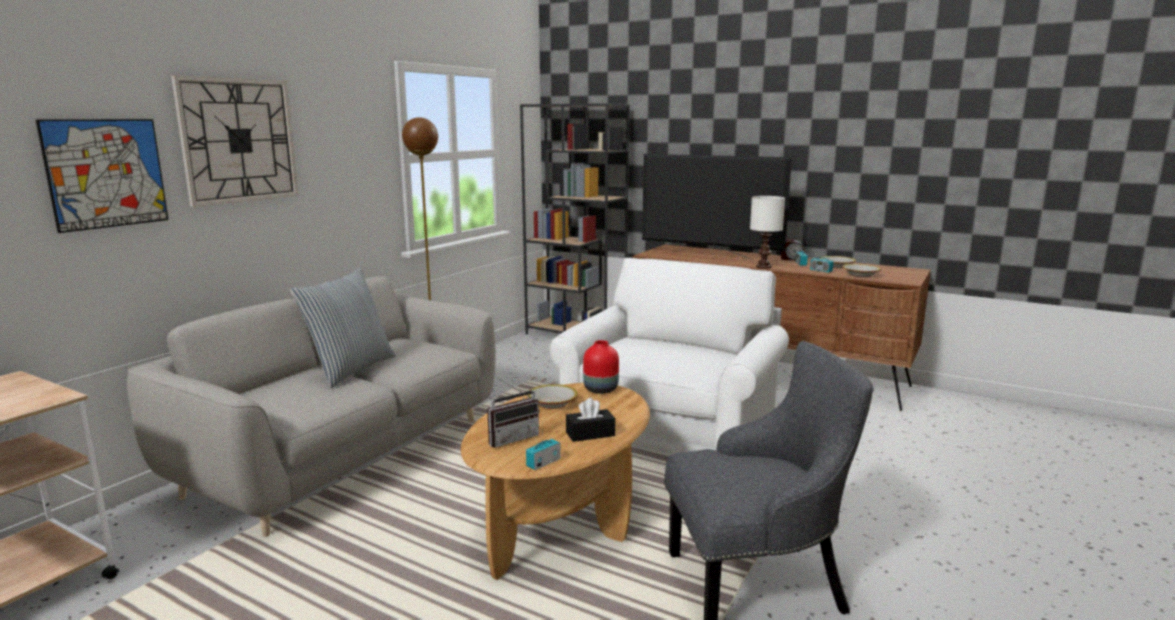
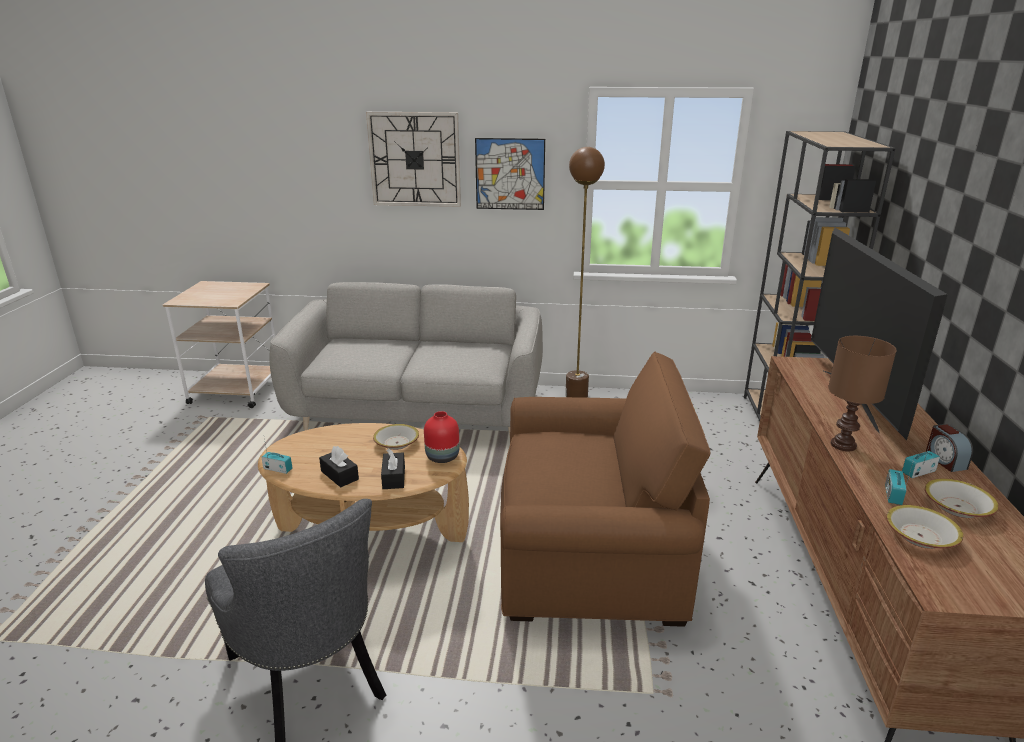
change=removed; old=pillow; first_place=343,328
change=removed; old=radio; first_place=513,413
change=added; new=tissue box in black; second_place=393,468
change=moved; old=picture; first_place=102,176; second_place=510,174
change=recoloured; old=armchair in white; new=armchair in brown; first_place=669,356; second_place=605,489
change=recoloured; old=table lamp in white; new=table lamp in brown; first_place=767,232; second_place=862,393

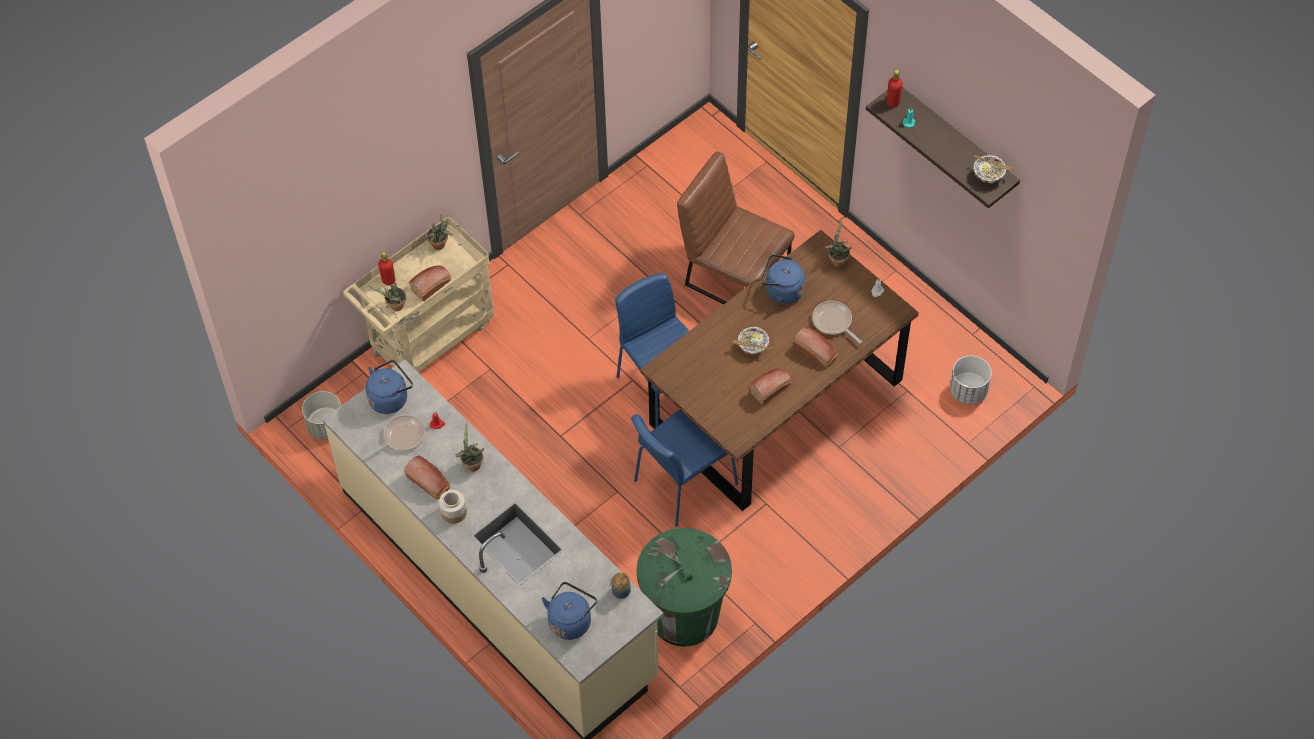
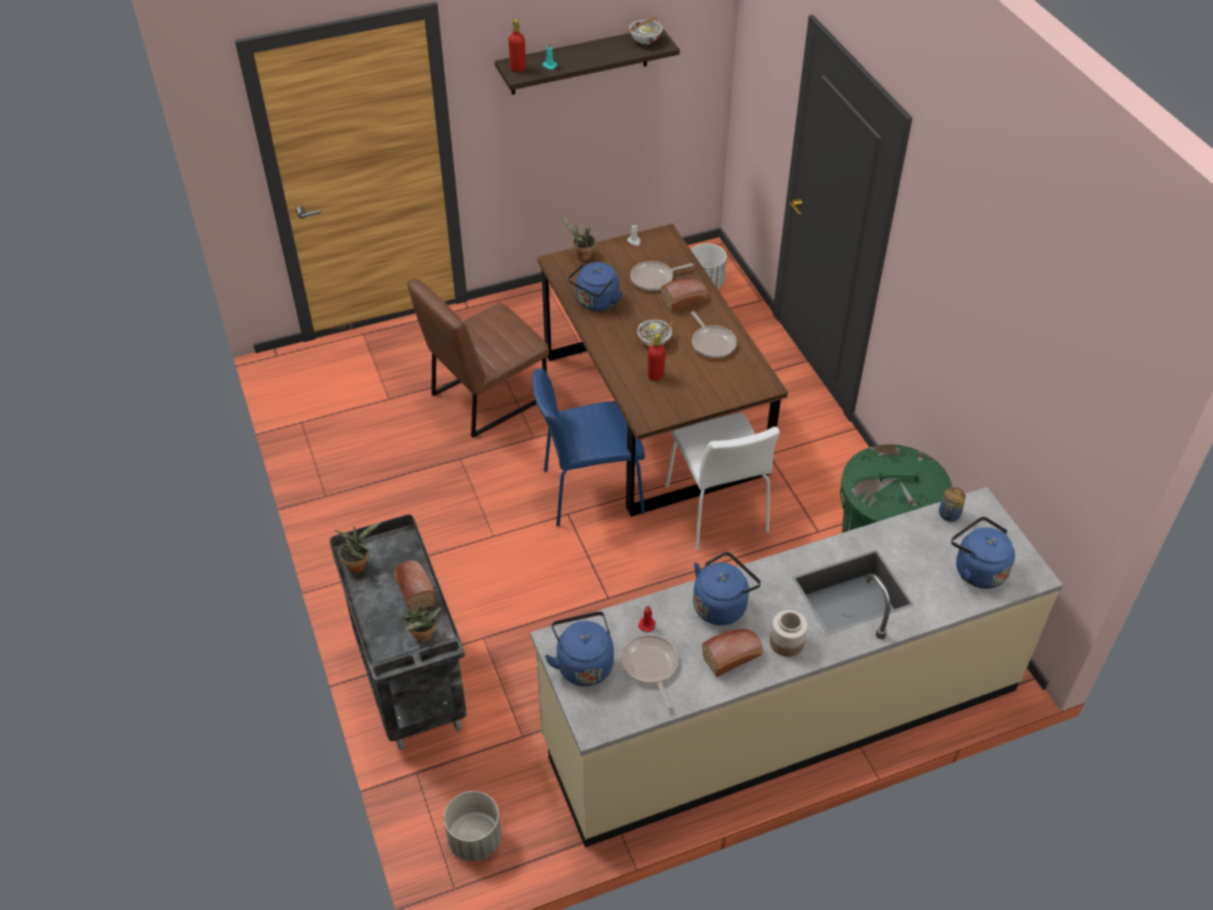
change=moved; old=bottle in red; first_place=386,268; second_place=657,357
change=replaced; old=potted plant; new=kettle in blue; first_place=469,447; second_place=727,588
change=replaced; old=bread; new=frying pan; first_place=770,386; second_place=714,334
change=recoloured; old=cart in beige; new=cart in black; first_place=418,294; second_place=398,632
change=recoloured; old=chair in blue; new=chair in white; first_place=684,468; second_place=723,481

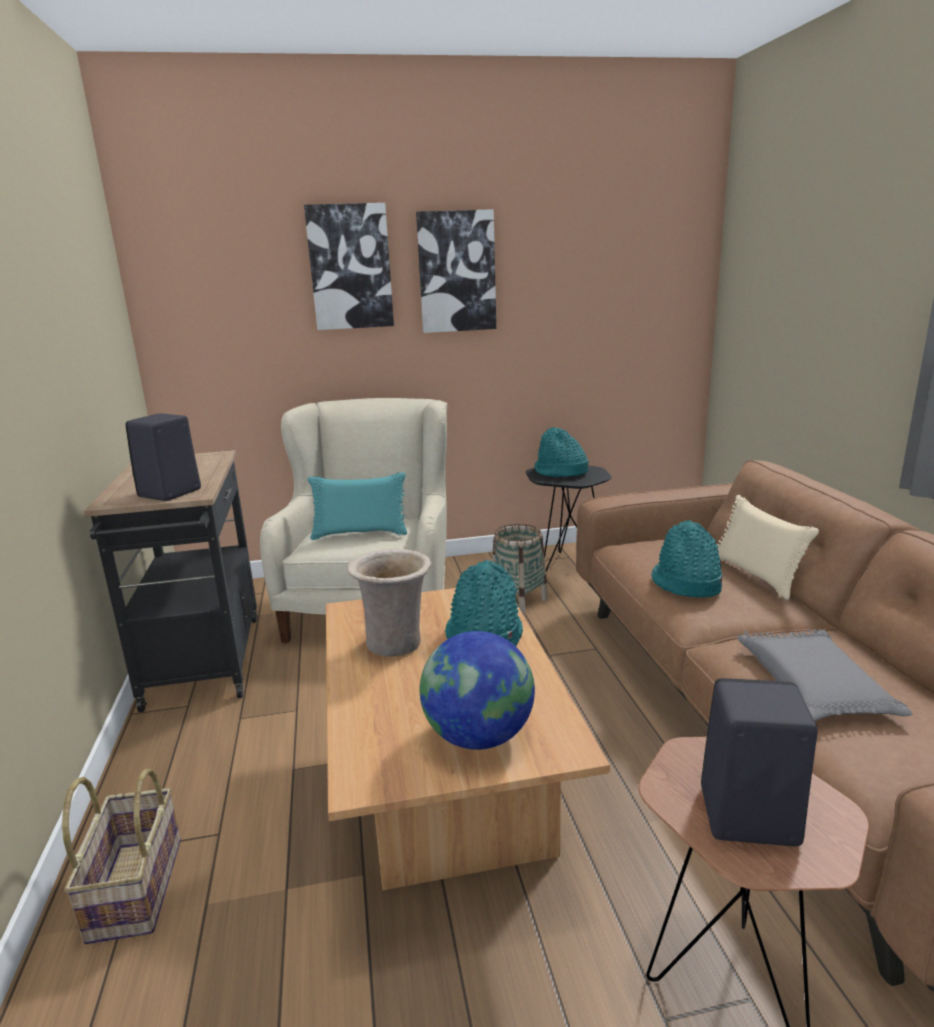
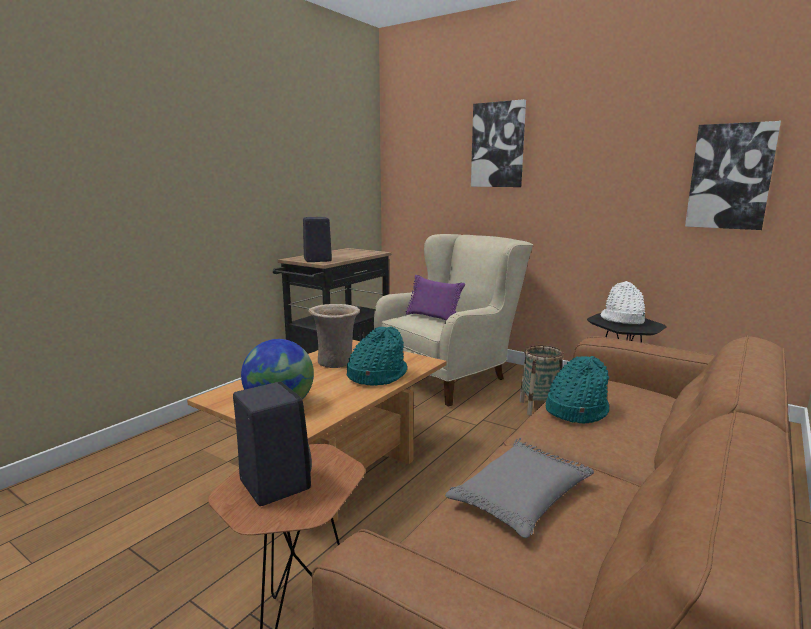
change=removed; old=basket; first_place=121,856
change=removed; old=pillow in beige; first_place=768,547
change=moved; old=picture; first_place=456,271; second_place=733,175
change=recoloured; old=pillow in turquoise; new=pillow in purple; first_place=357,506; second_place=435,298
change=recoloured; old=hat in turquoise; new=hat in white; first_place=561,452; second_place=623,302

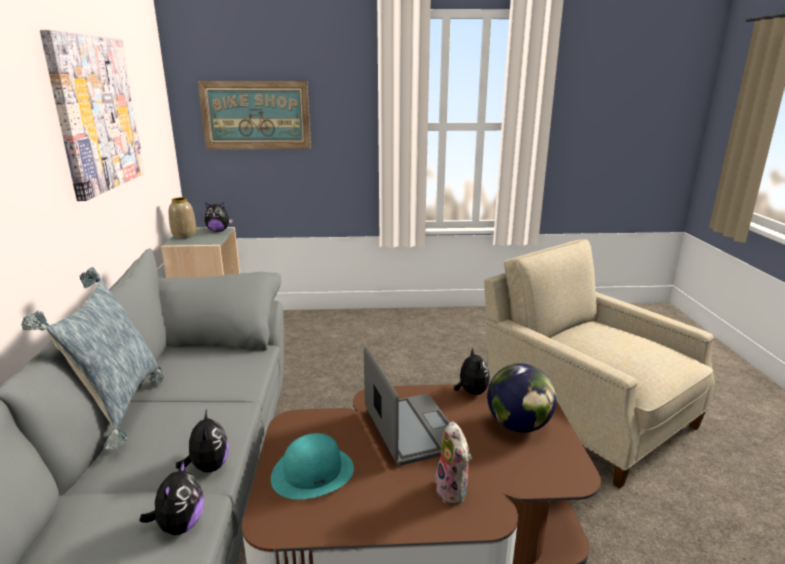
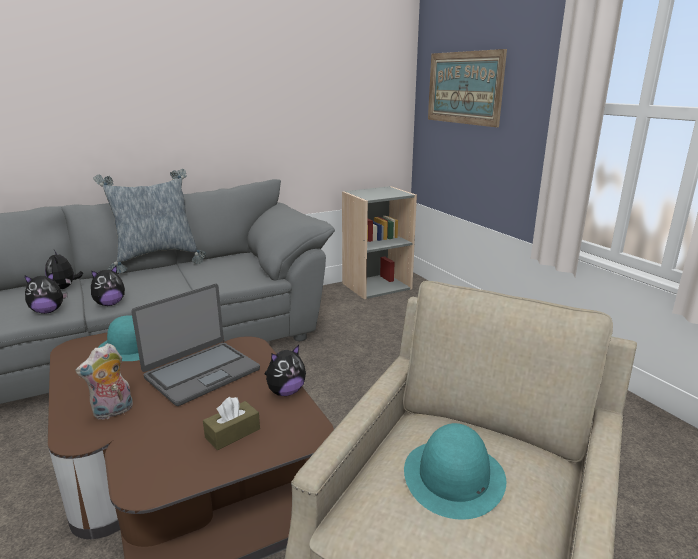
change=removed; old=picture; first_place=92,115
change=removed; old=vase; first_place=182,218
change=added; new=hat in turquoise; second_place=455,471
change=moved; old=plush toy; first_place=219,217; second_place=64,269
change=replaced; old=globe; new=tissue box in brown; first_place=522,398; second_place=231,423

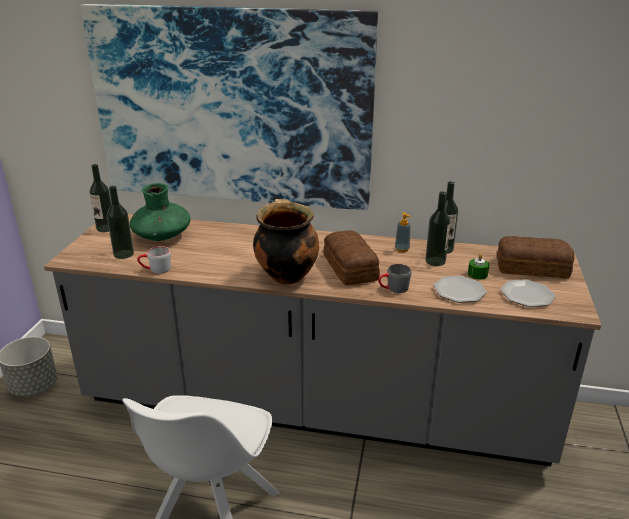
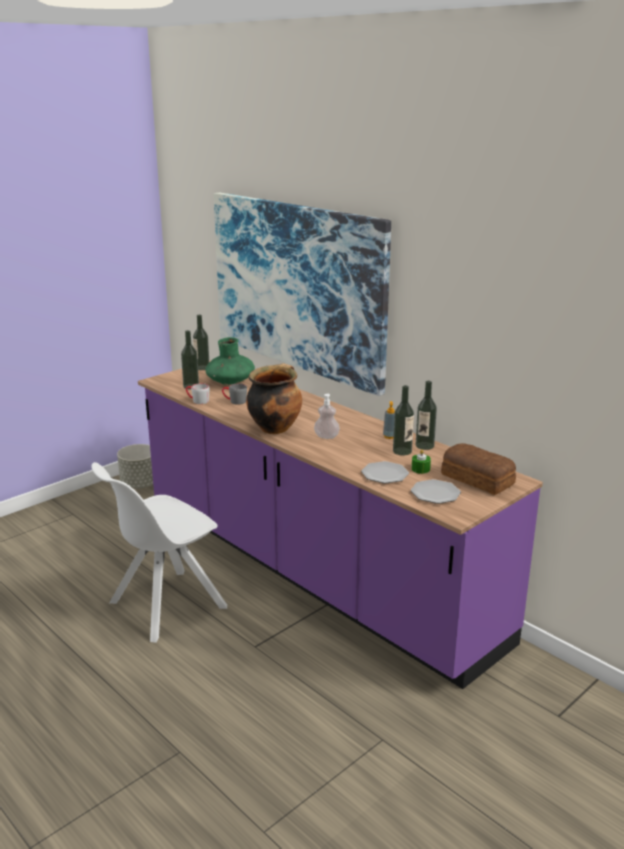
change=moved; old=mug in grey; first_place=394,278; second_place=234,394
change=replaced; old=bread; new=soap dispenser; first_place=351,257; second_place=327,416
change=recoloured; old=counter in grey; new=counter in purple; first_place=322,340; second_place=340,524

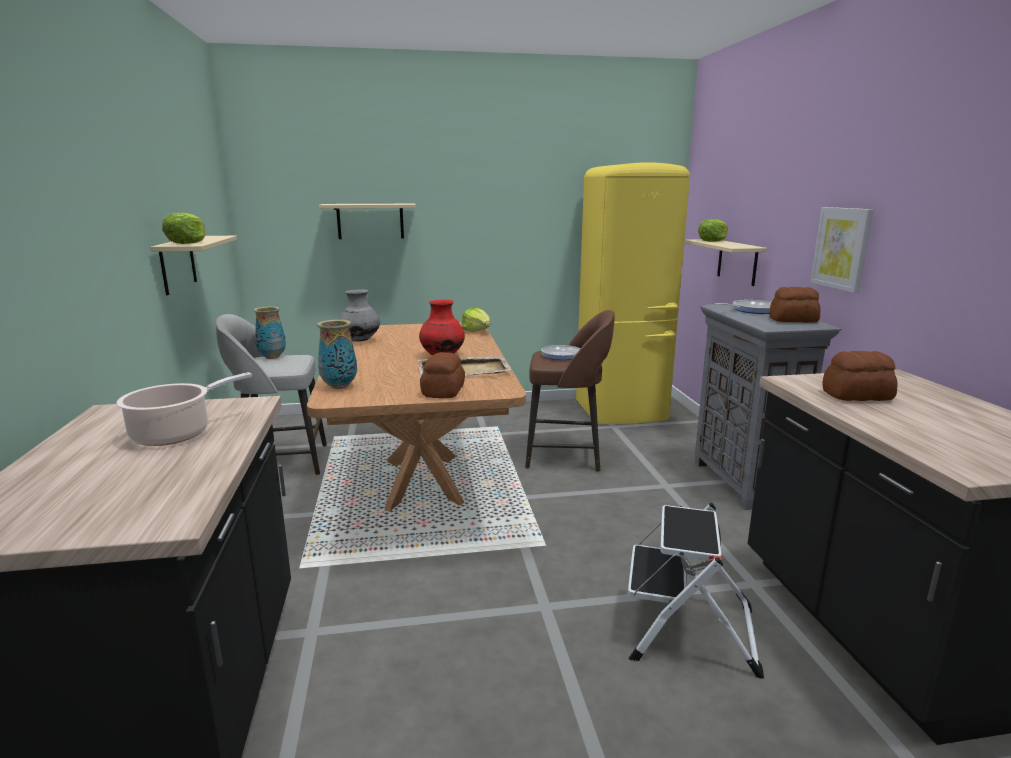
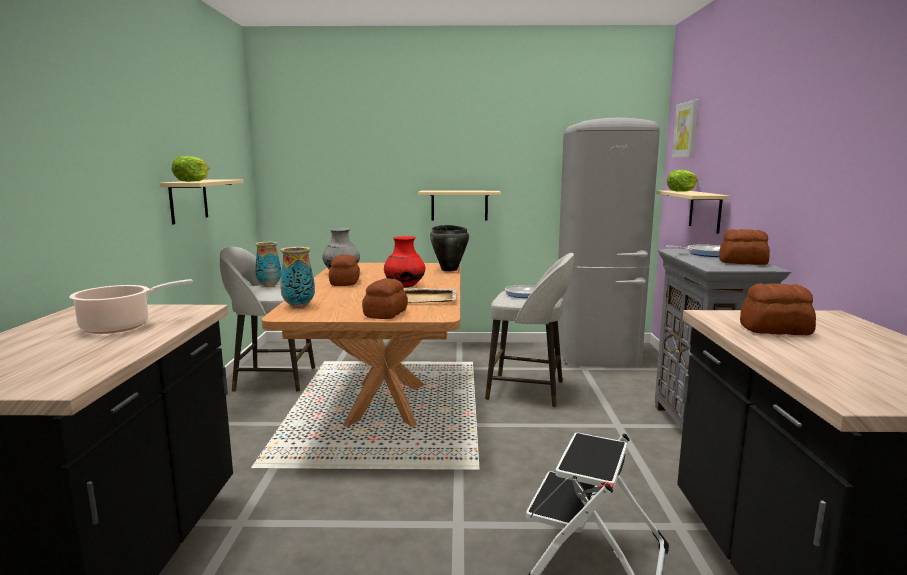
change=added; new=bread; second_place=344,270
change=moved; old=shelf in beige; first_place=367,221; second_place=459,206
change=moved; old=picture; first_place=841,250; second_place=685,129
change=replaced; old=lettuce; new=cooking pot in black; first_place=476,320; second_place=449,248
change=recoloured; old=stool in brown; new=stool in grey; first_place=570,391; second_place=529,330
change=recoloured; old=fridge in yellow; new=fridge in grey; first_place=633,293; second_place=609,242

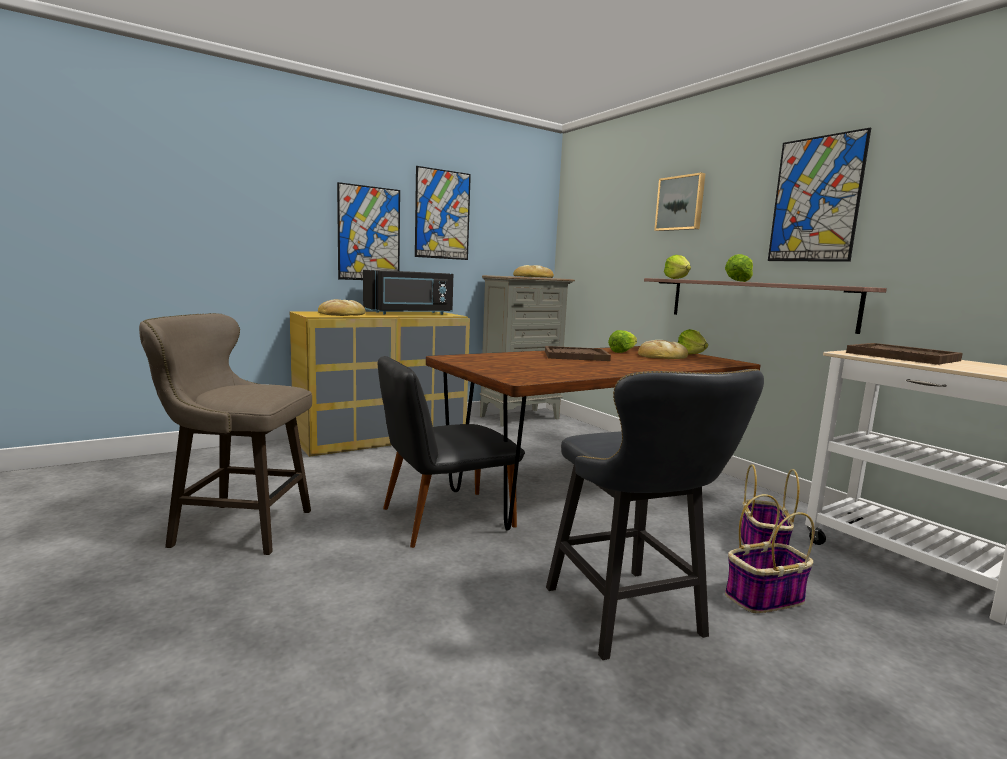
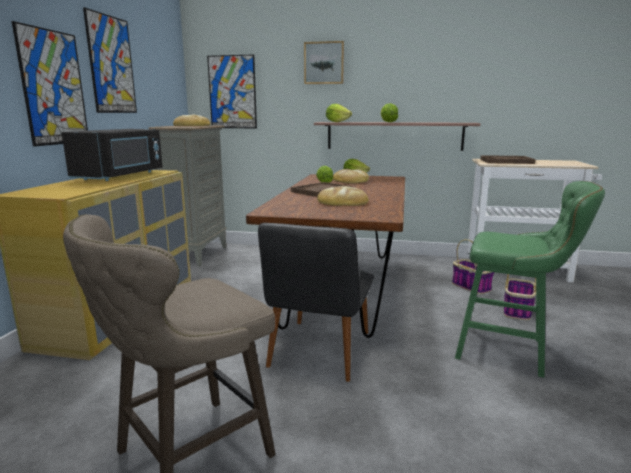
change=moved; old=bread; first_place=341,307; second_place=343,196
change=moved; old=picture; first_place=819,195; second_place=232,91
change=recoloured; old=stool in grey; new=stool in green; first_place=655,514; second_place=530,279

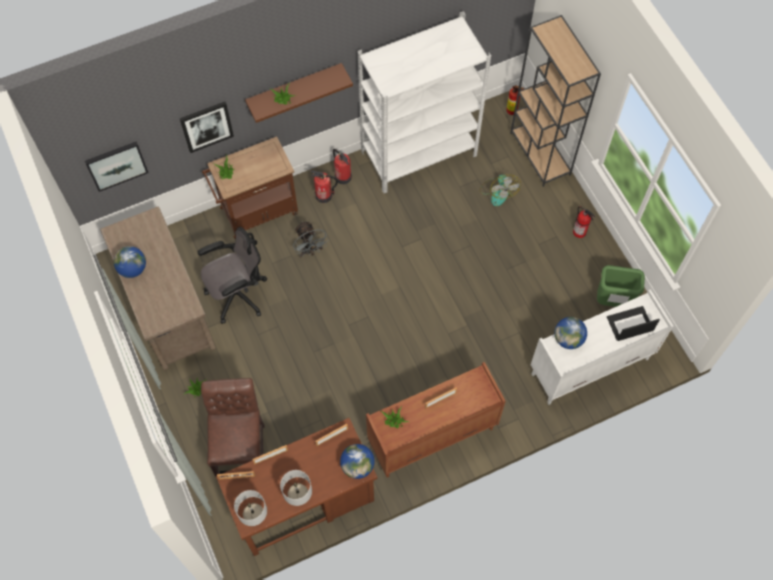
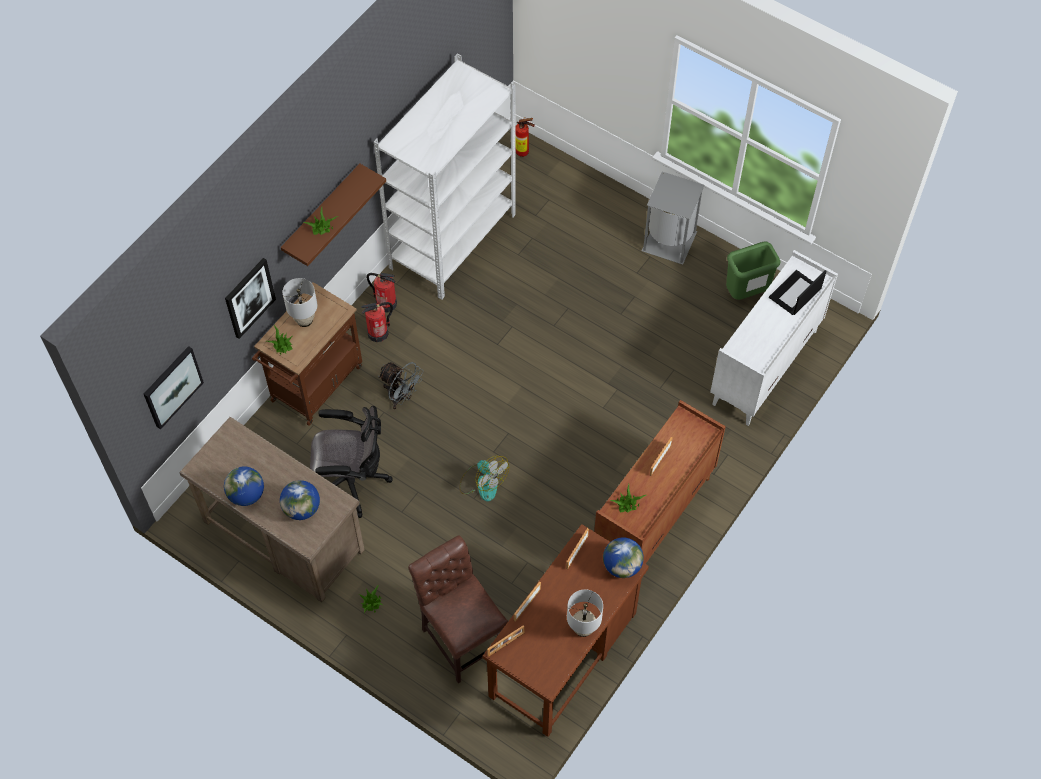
change=removed; old=bookcase; first_place=555,101
change=moved; old=table lamp in white; first_place=250,508; second_place=300,302
change=moved; old=fan; first_place=500,190; second_place=484,479
change=moved; old=globe; first_place=570,333; second_place=300,500
change=replaced; old=fire extinguisher; new=trash can in grey; first_place=584,222; second_place=673,218
change=turned; old=office chair; first_place=232,275; second_place=351,462; degrees=60

